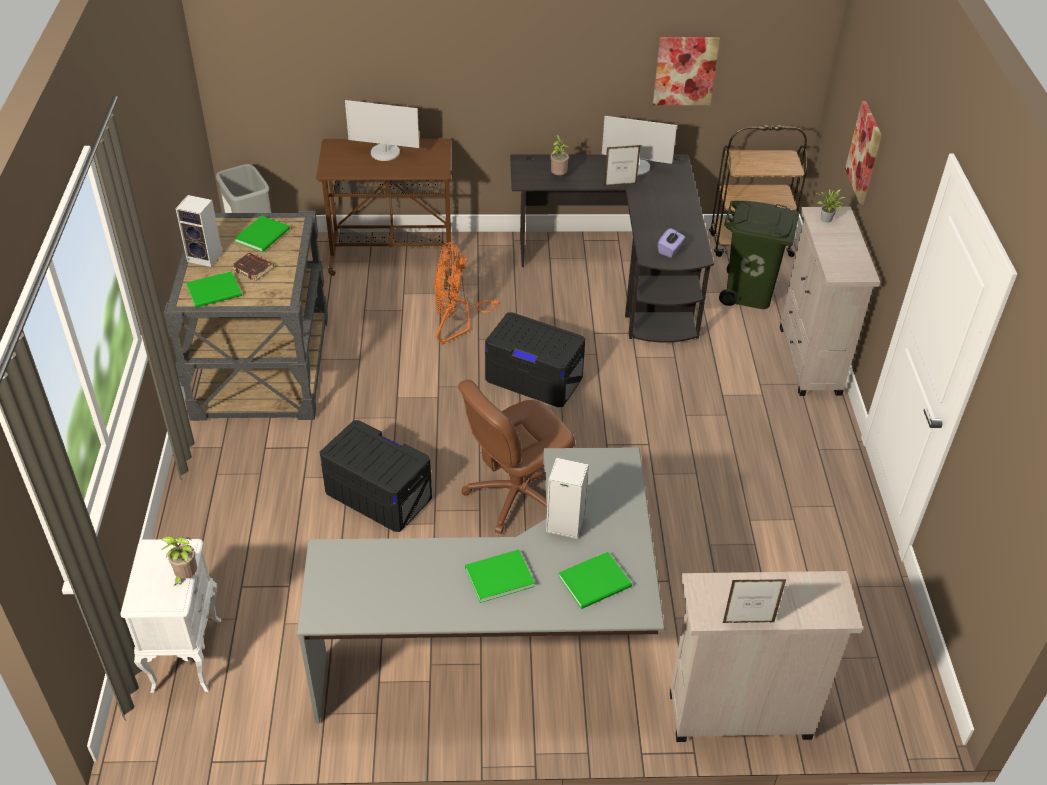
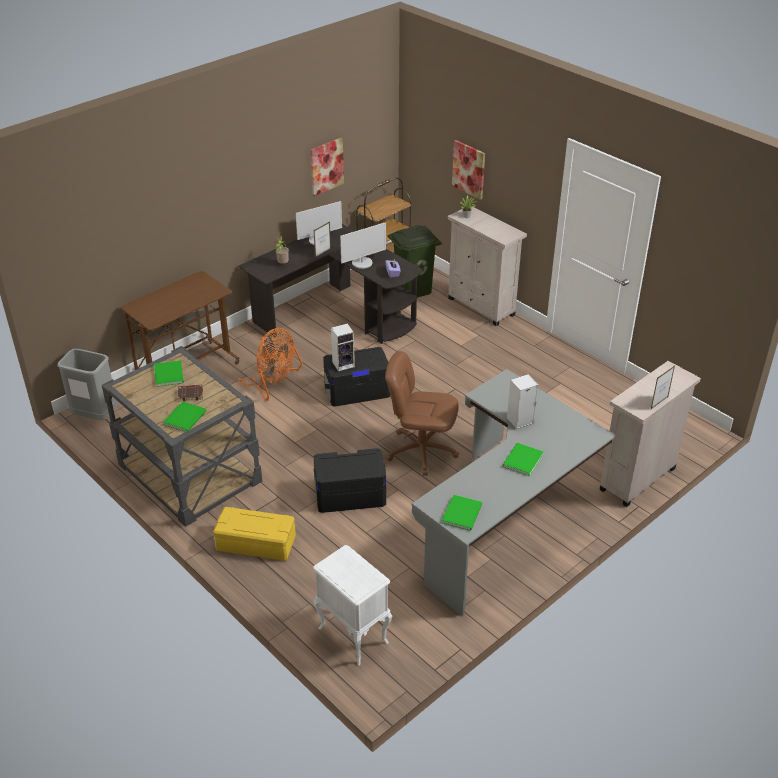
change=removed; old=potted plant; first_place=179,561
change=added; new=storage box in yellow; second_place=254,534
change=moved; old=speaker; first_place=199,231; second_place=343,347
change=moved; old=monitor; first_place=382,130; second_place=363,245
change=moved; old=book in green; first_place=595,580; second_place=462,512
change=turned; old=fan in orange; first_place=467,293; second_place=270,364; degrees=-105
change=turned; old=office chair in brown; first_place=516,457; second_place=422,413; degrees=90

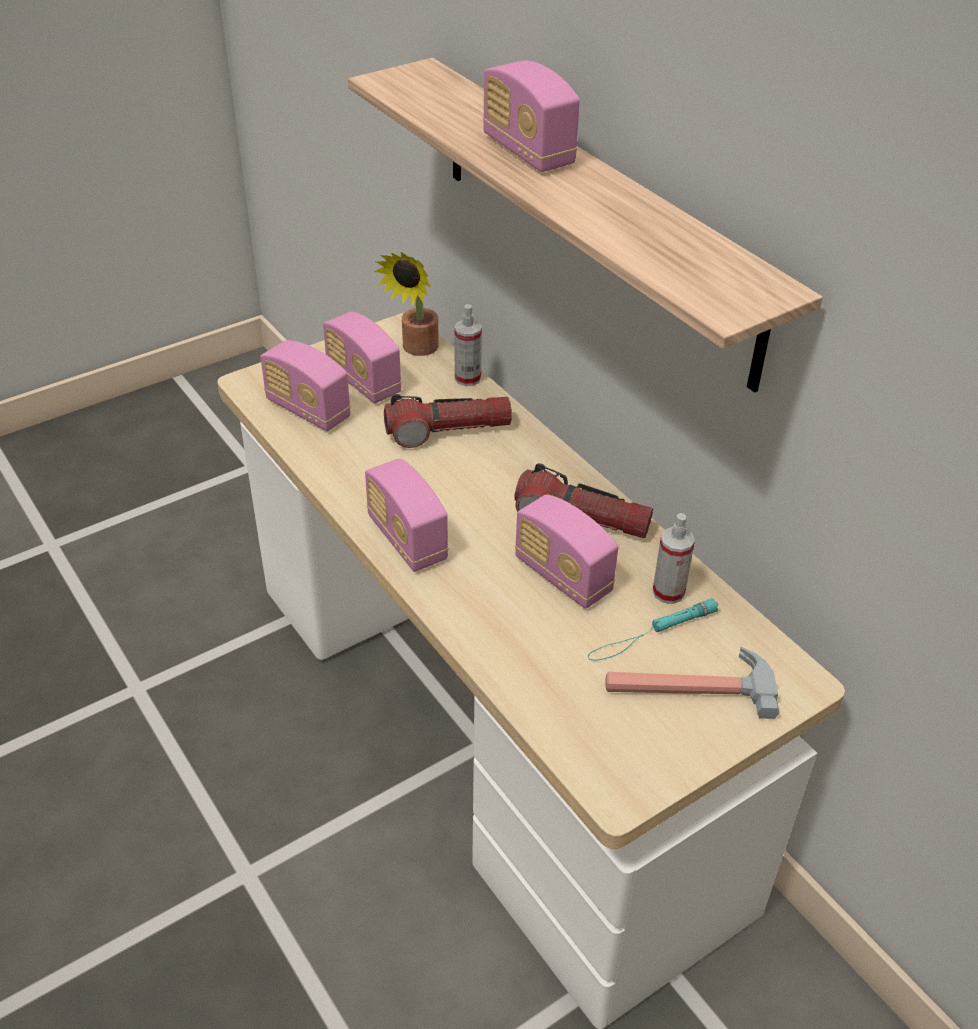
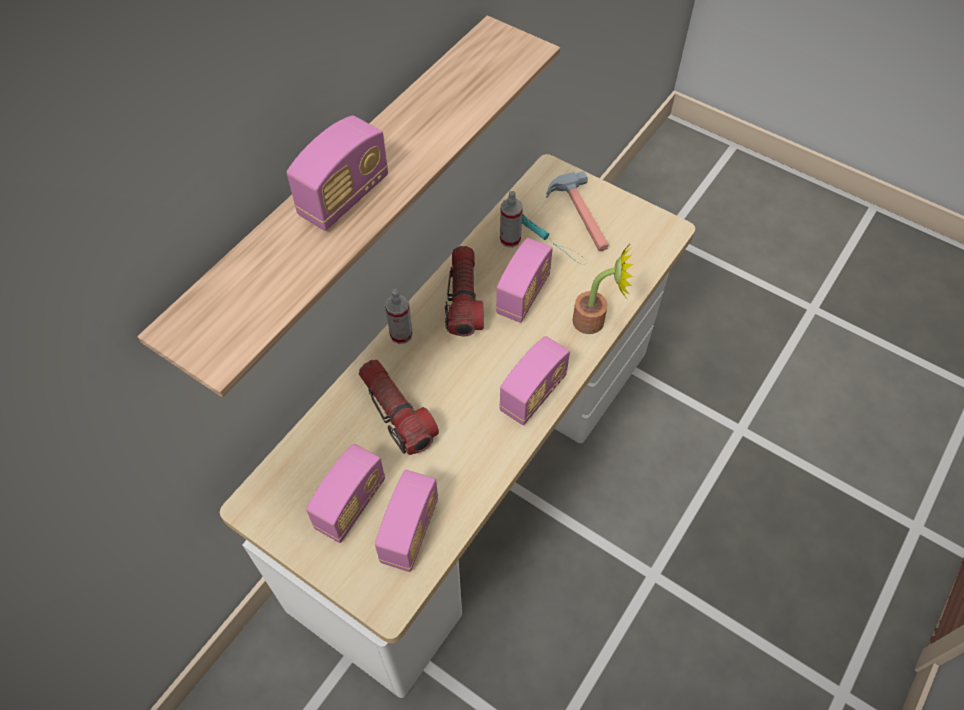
change=moved; old=potted plant; first_place=406,304; second_place=602,290
change=moved; old=spray bottle; first_place=468,345; second_place=399,316

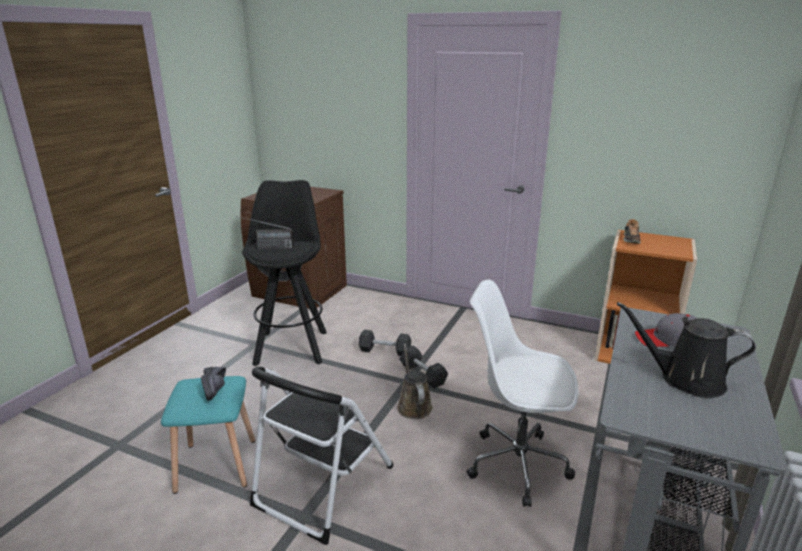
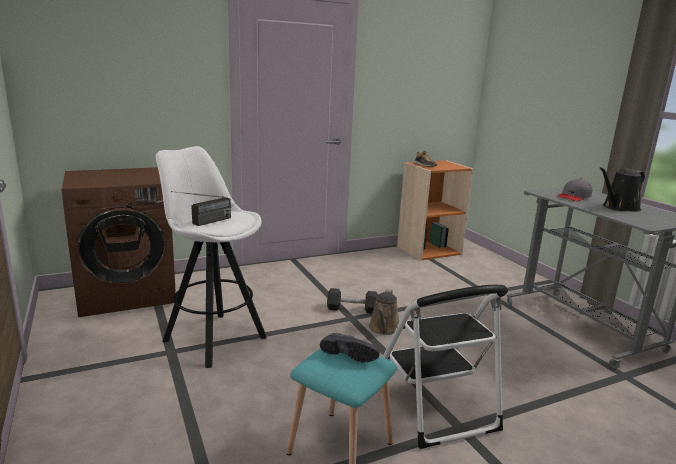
change=removed; old=dumbbell in black; first_place=385,343
change=removed; old=office chair in white; first_place=522,393
change=recoloured; old=stool in black; new=stool in white; first_place=284,273; second_place=211,257
change=turned; old=watering can in brown; first_place=414,381; second_place=384,312; degrees=-105

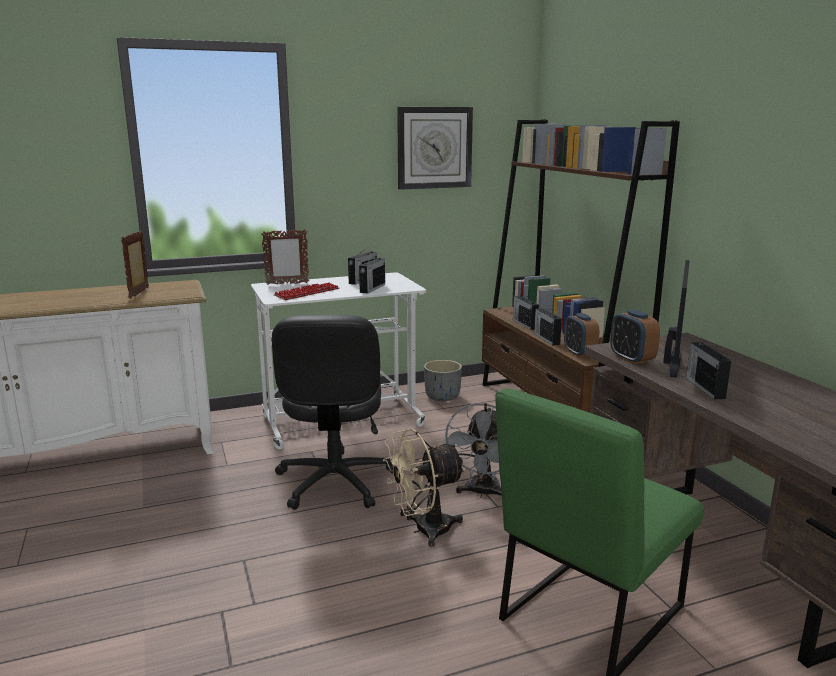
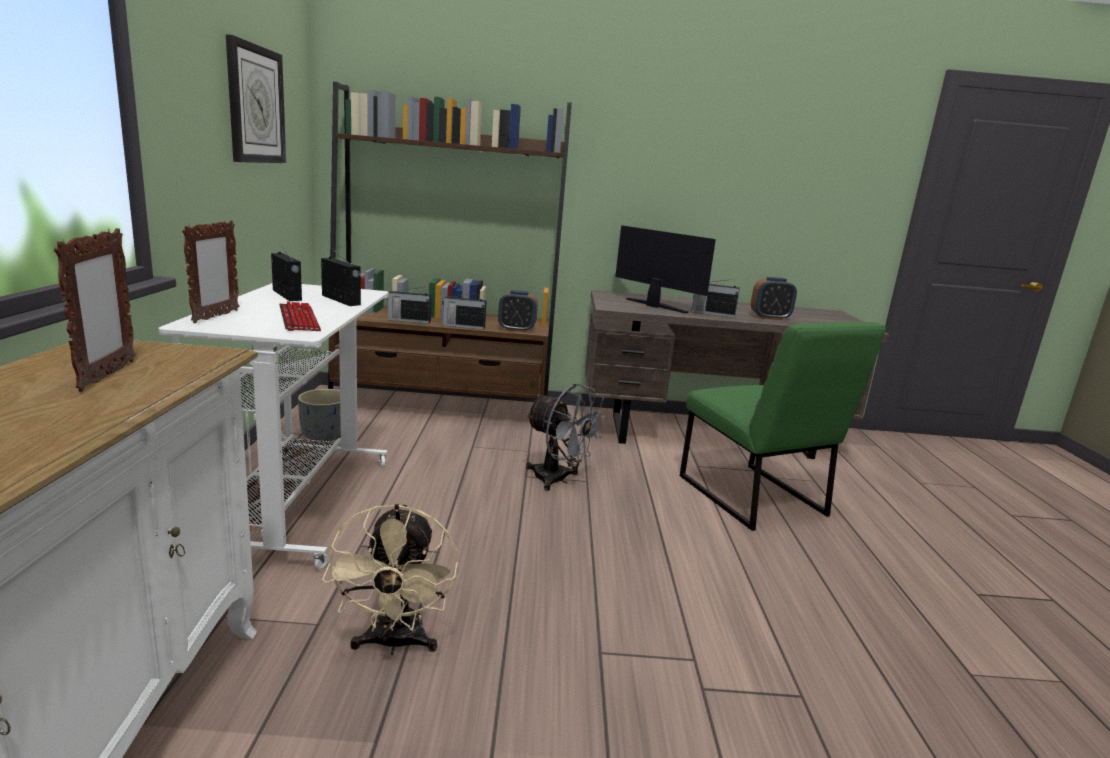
change=removed; old=office chair in black; first_place=333,412
change=moved; old=fan in beige; first_place=424,488; second_place=390,579
change=moved; old=alarm clock; first_place=635,336; second_place=774,298
change=turned; old=picture frame; first_place=135,264; second_place=95,310; degrees=-120

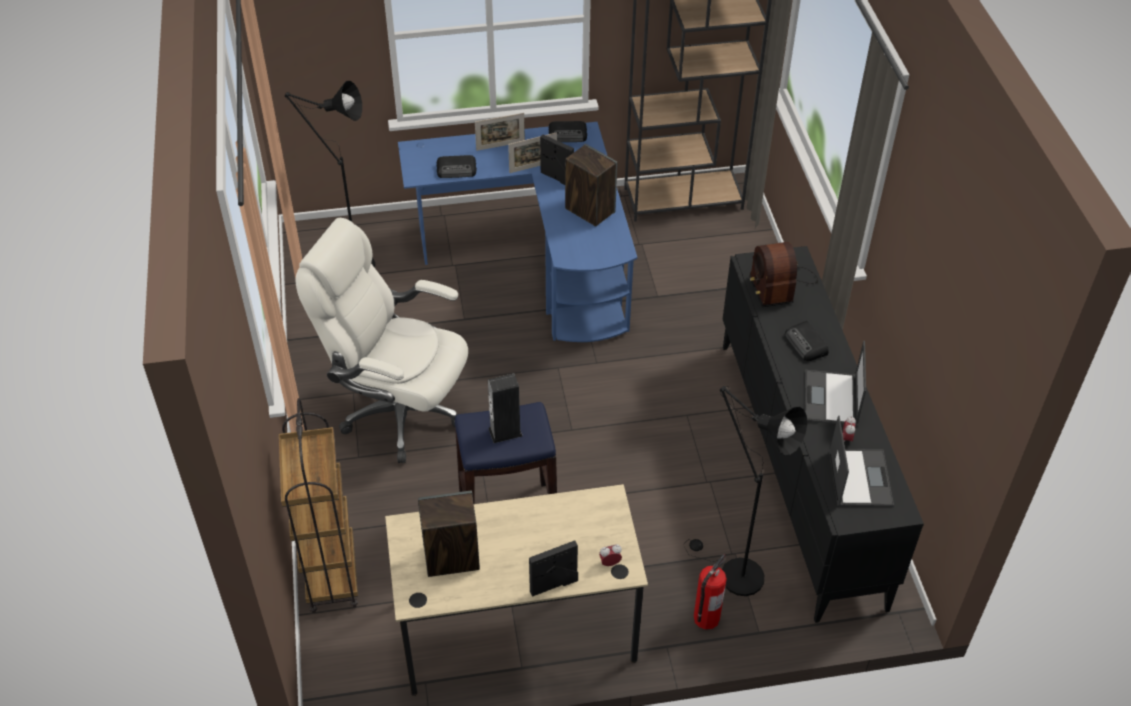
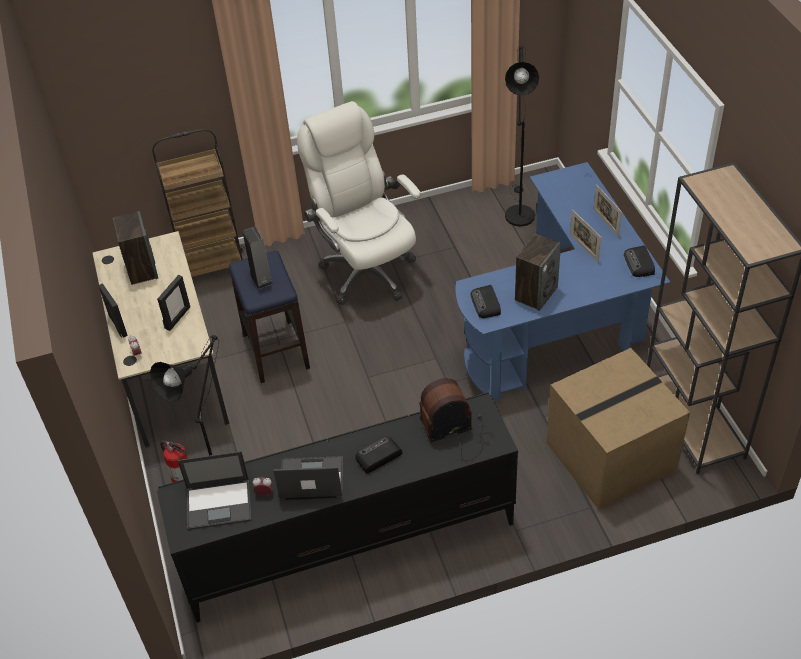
change=added; new=cardboard box; second_place=618,429
change=moved; old=radio; first_place=456,166; second_place=486,301
change=moved; old=picture frame; first_place=557,159; second_place=173,303
change=turned; old=office chair in white; first_place=382,340; second_place=358,203; degrees=-45

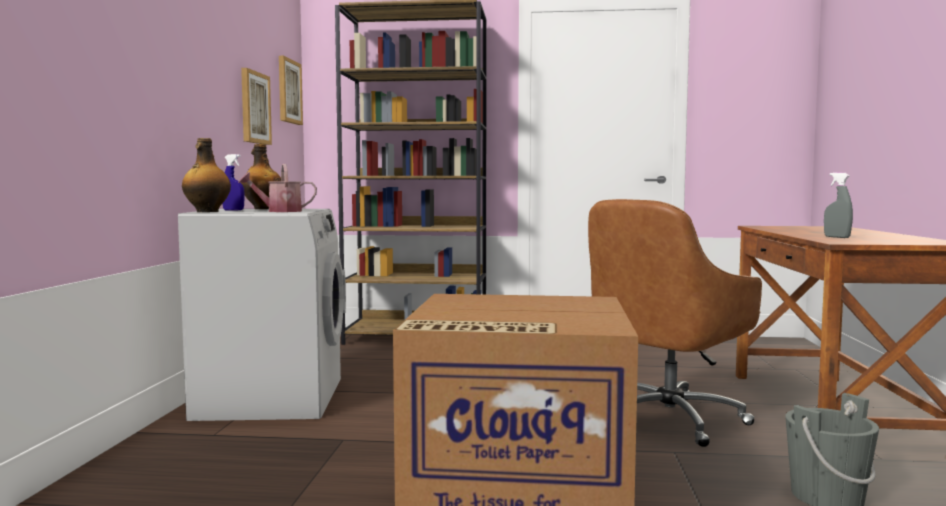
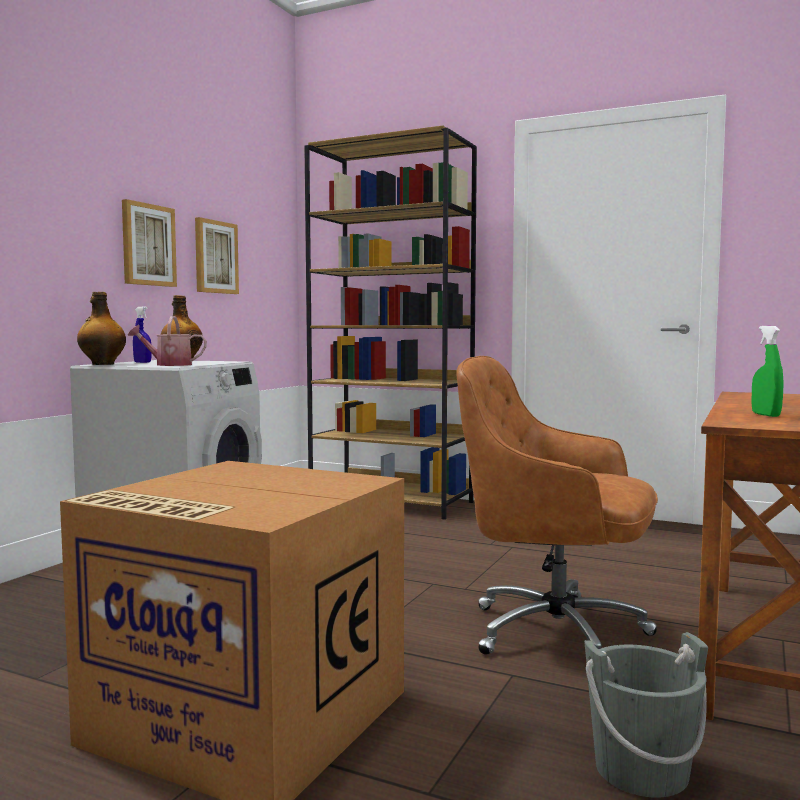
change=moved; old=picture; first_place=291,90; second_place=149,243
change=recoloured; old=spray bottle in grey; new=spray bottle in green; first_place=838,205; second_place=767,371
change=turned; old=office chair in brown; first_place=675,323; second_place=557,505; degrees=45

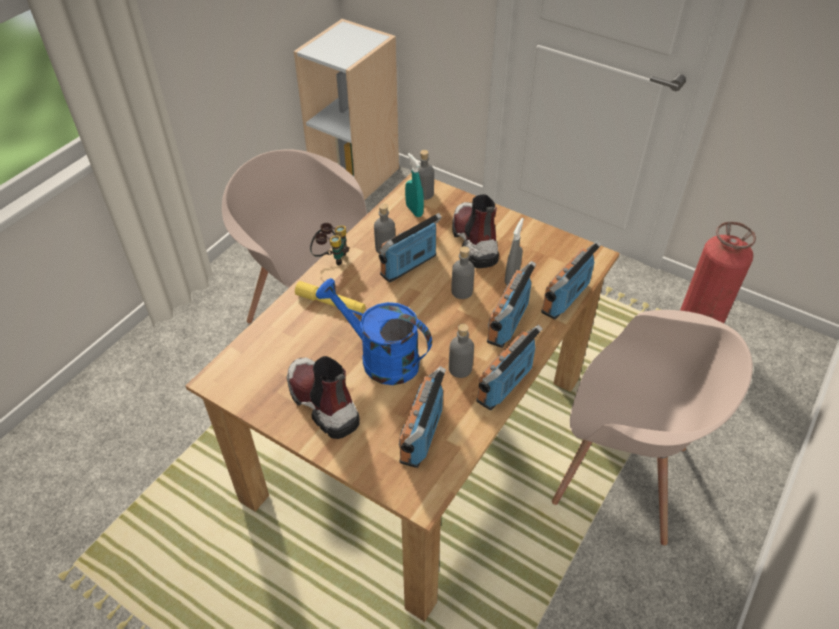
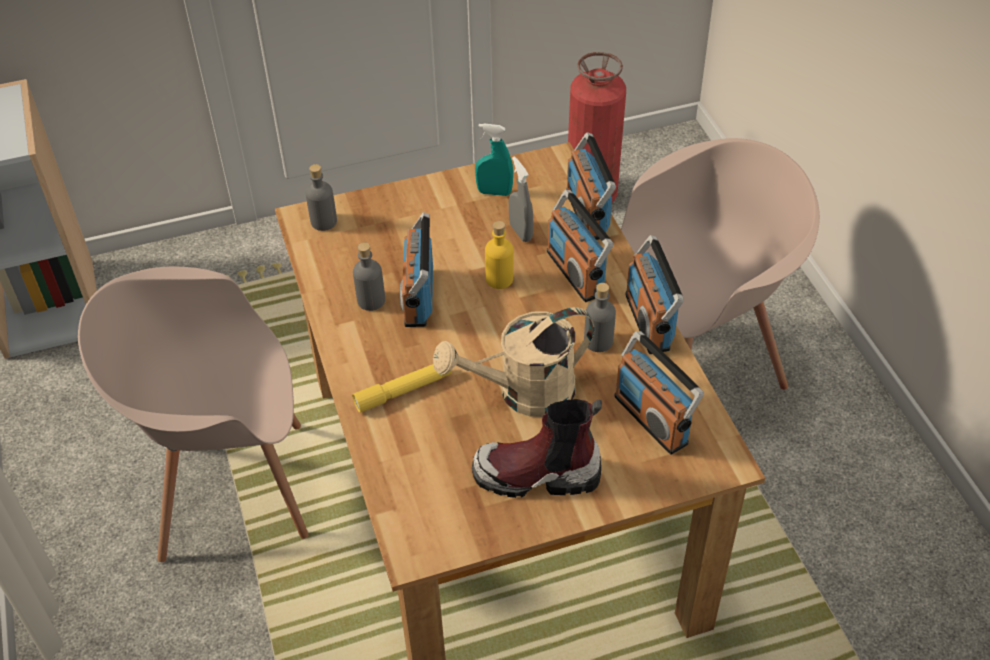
change=removed; old=binoculars; first_place=329,244
change=removed; old=boot; first_place=475,231
change=moved; old=spray bottle in turquoise; first_place=414,185; second_place=494,160
change=recoloured; old=watering can in blue; new=watering can in beige; first_place=374,331; second_place=513,362
change=recoloured; old=bottle in grey; new=bottle in yellow; first_place=463,272; second_place=499,255

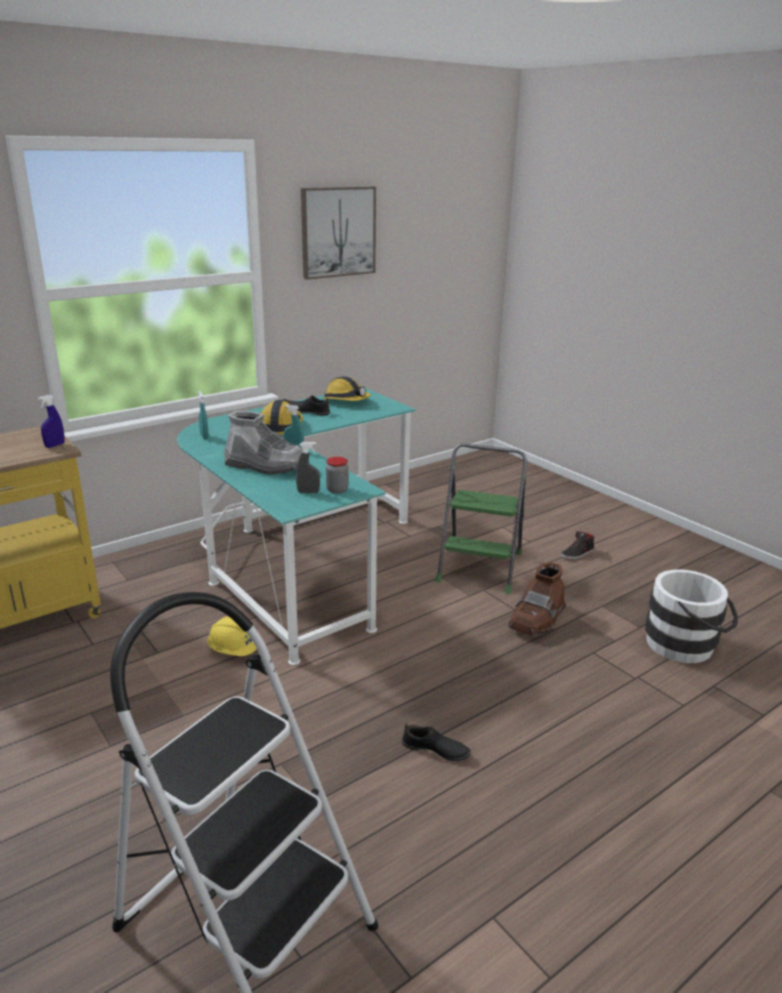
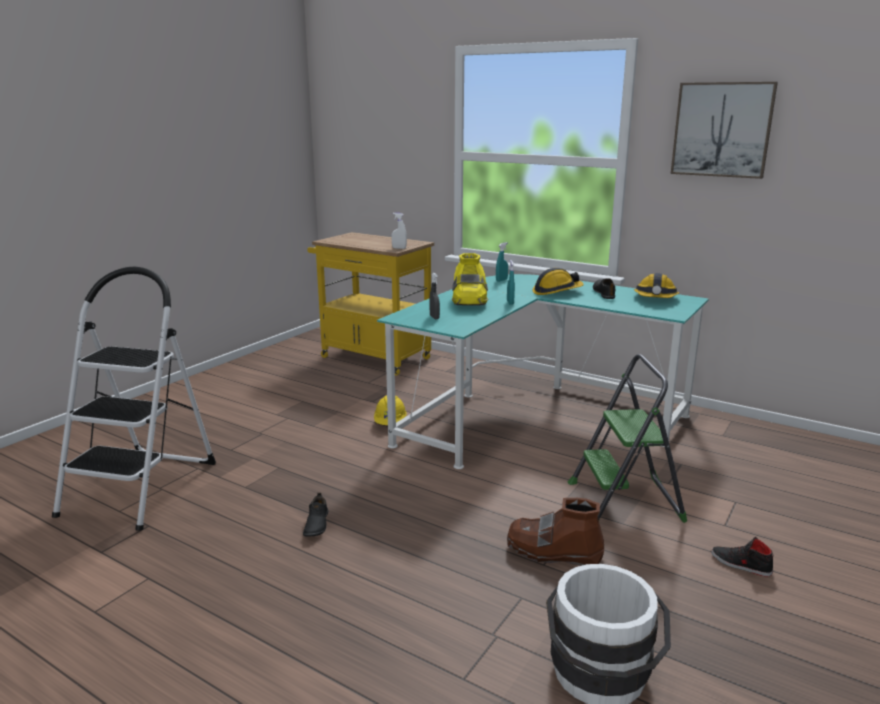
change=removed; old=jar; first_place=337,475
change=recoloured; old=spray bottle in blue; new=spray bottle in white; first_place=51,421; second_place=399,231
change=recoloured; old=boot in grey; new=boot in yellow; first_place=263,443; second_place=470,279

